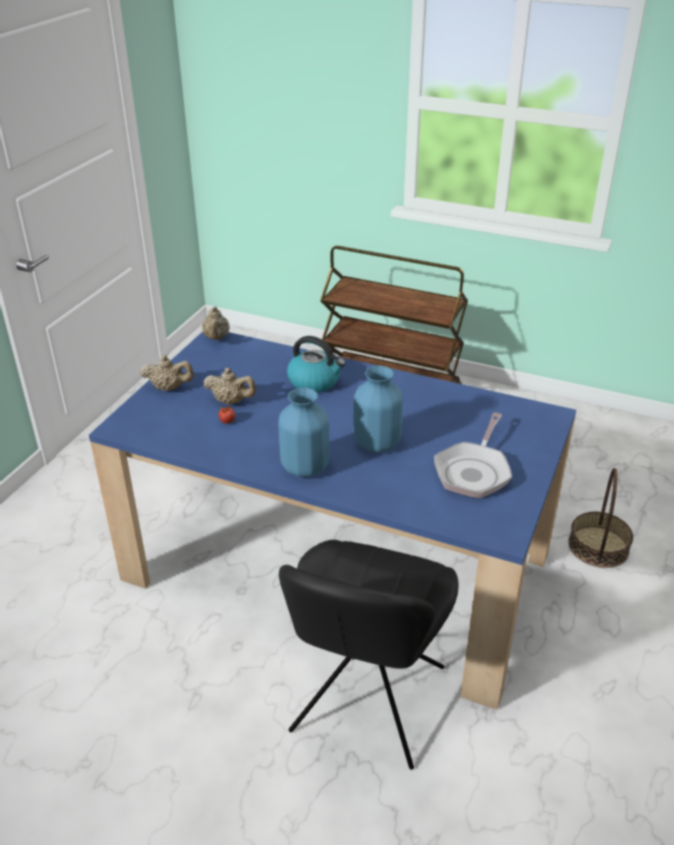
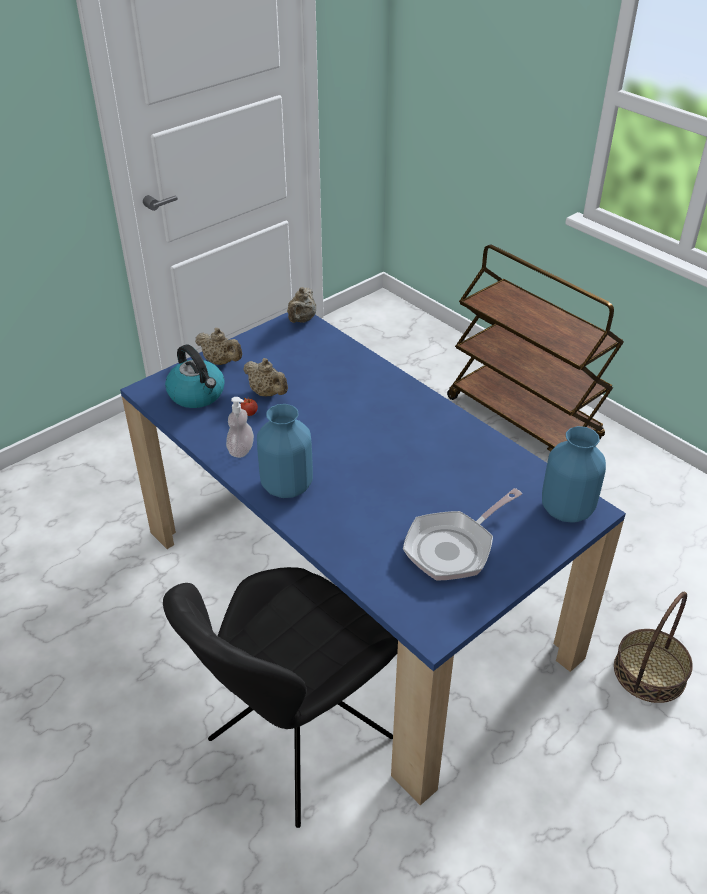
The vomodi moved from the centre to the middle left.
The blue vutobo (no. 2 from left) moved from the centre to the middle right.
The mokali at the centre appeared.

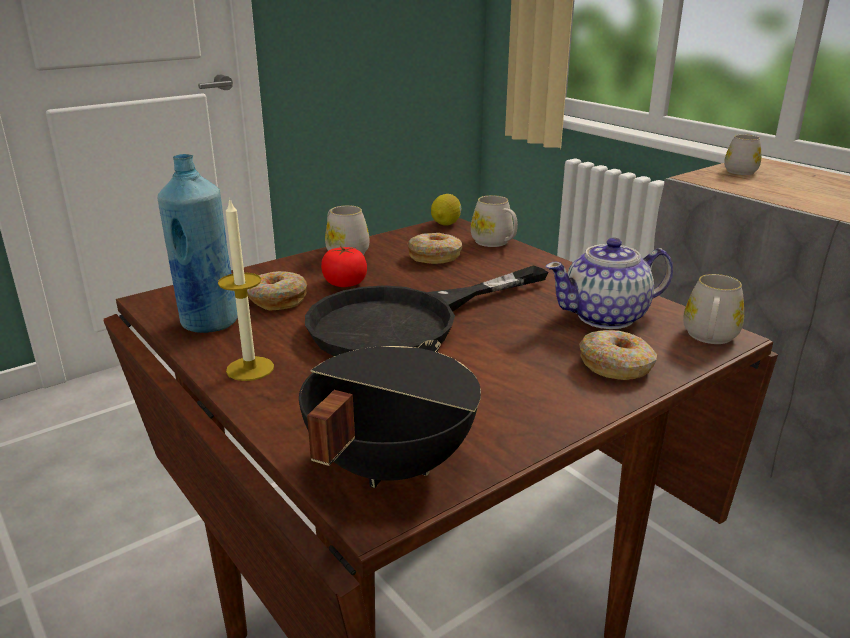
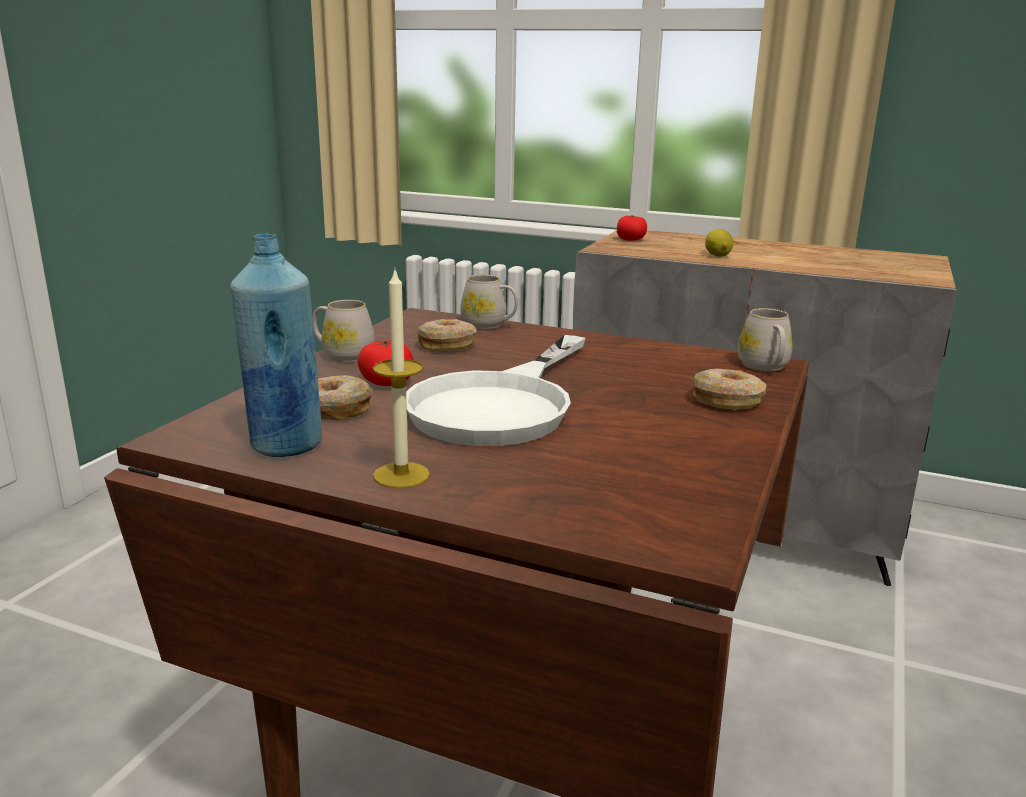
The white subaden (no. 4 from left) at the top right was replaced by the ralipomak (no. 2 from left) at the top centre.
The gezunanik moved from the top centre to the top right.
The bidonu at the middle right disappeared.
The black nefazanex at the centre became the white nefazanex at the centre.
The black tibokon at the centre disappeared.

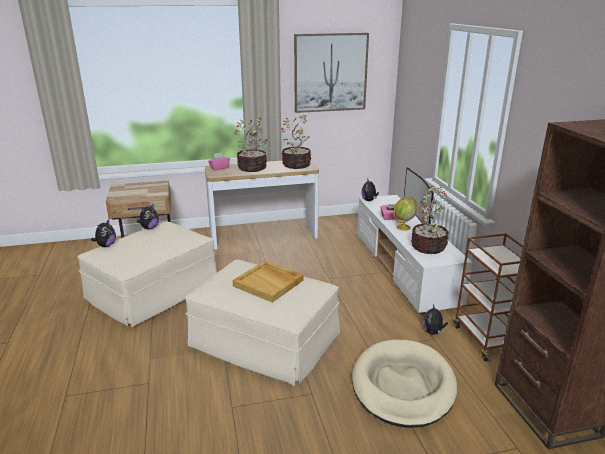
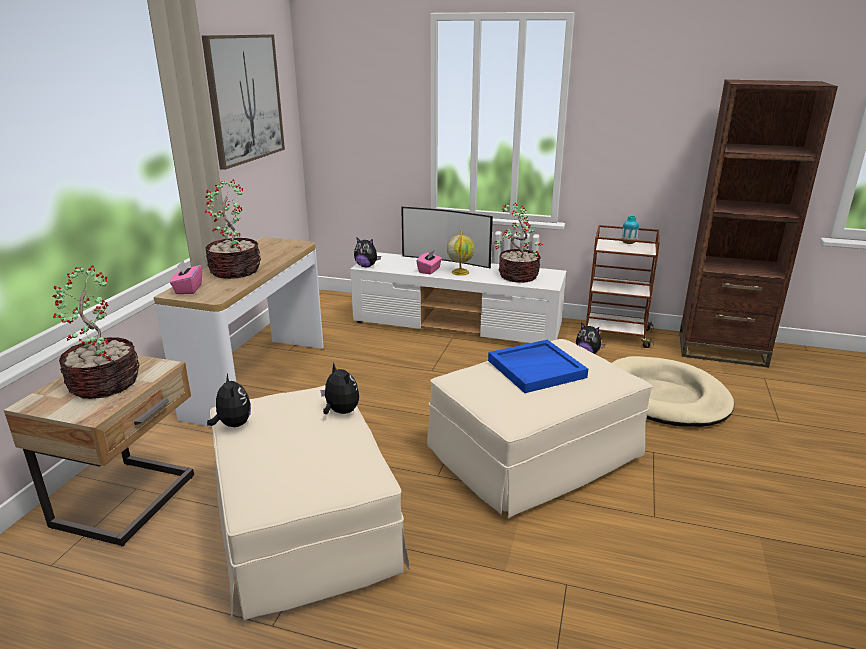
The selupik (no. 2 from left in the first image) moved from the top centre to the middle left.
The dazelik (no. 1 from left in the first image) moved from the middle left to the centre.
The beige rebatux at the centre became the blue rebatux at the centre.
The vutobo at the middle right appeared.

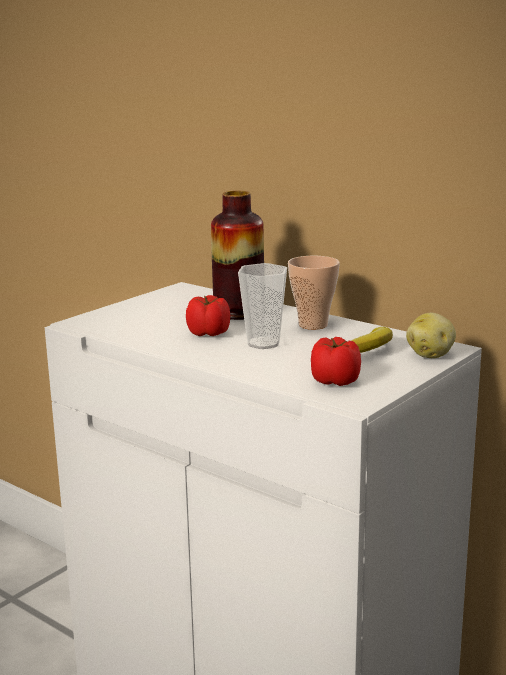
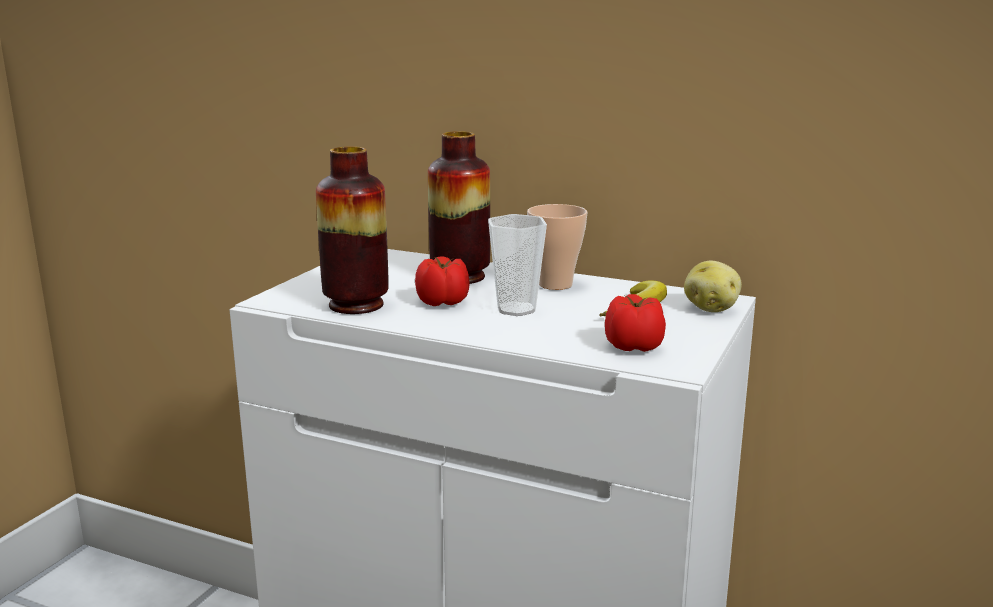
The vutobo (no. 1 from left) at the centre appeared.

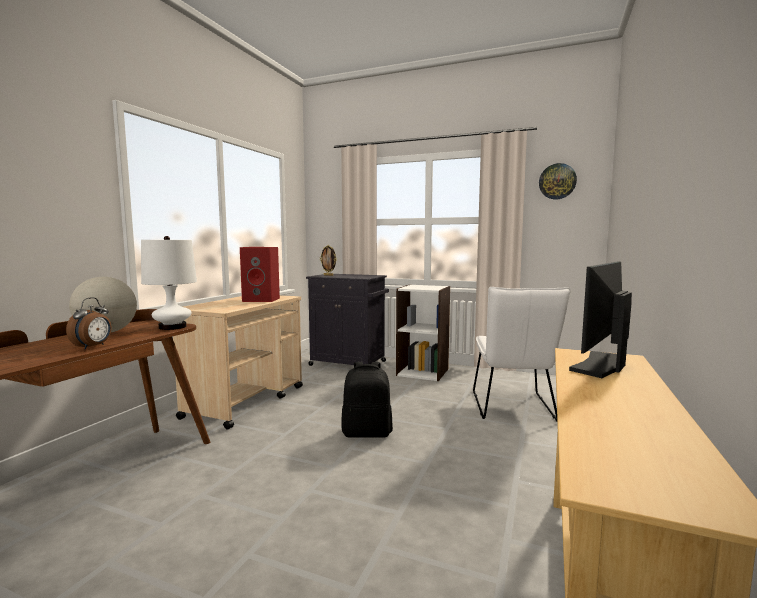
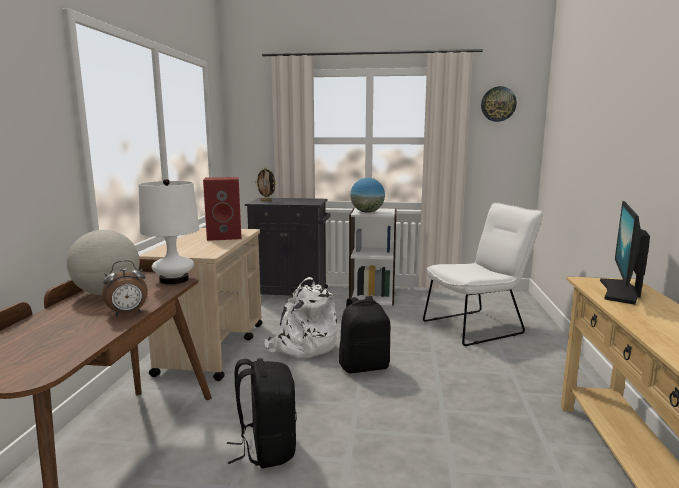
The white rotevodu at the middle right turned 105 degrees counterclockwise.
The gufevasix at the middle left turned 60 degrees clockwise.
The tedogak (no. 2 from left) at the centre appeared.
The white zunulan at the centre appeared.
The black zunulan (no. 1 from left) at the bottom centre appeared.

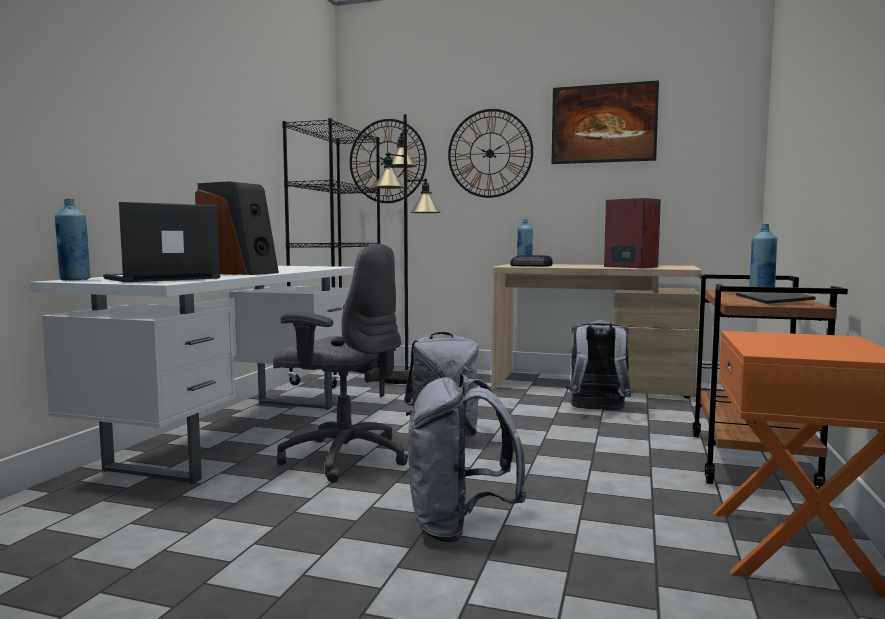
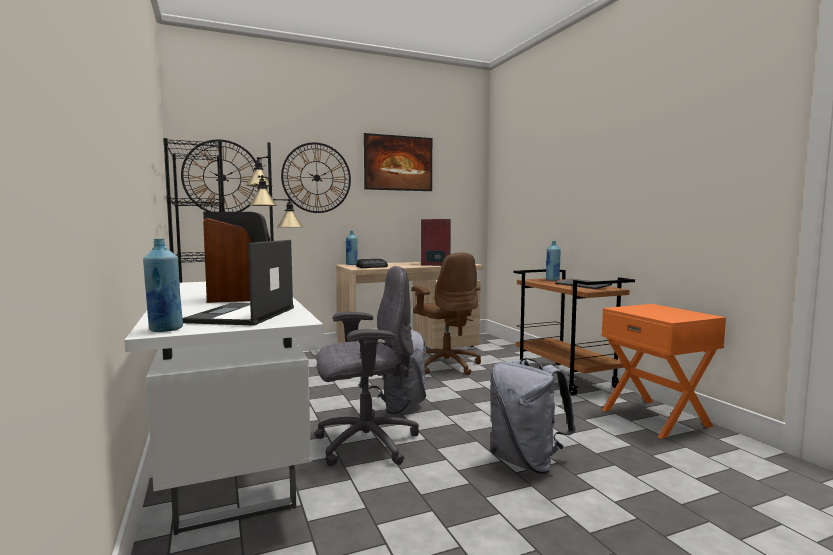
The grey zunulan (no. 3 from left) at the middle right was replaced by the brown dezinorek at the centre.

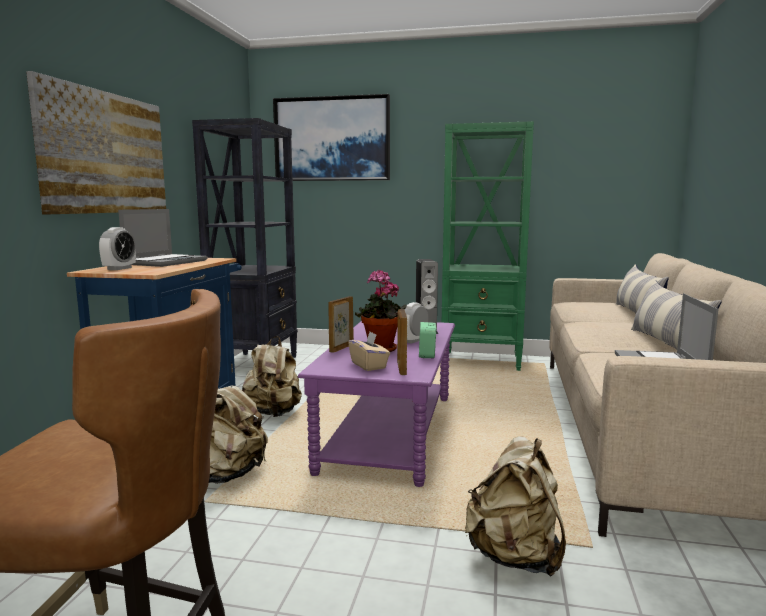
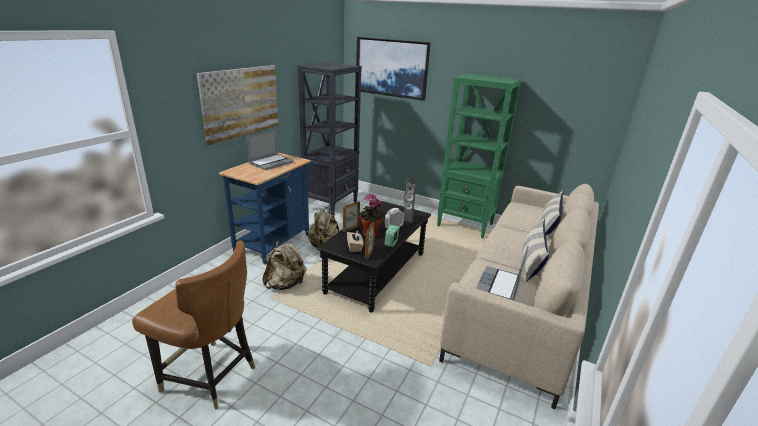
The gufevasix (no. 1 from left) at the middle left disappeared.
The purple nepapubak at the centre became the black nepapubak at the centre.
The beige zunulan (no. 3 from left) at the bottom right disappeared.

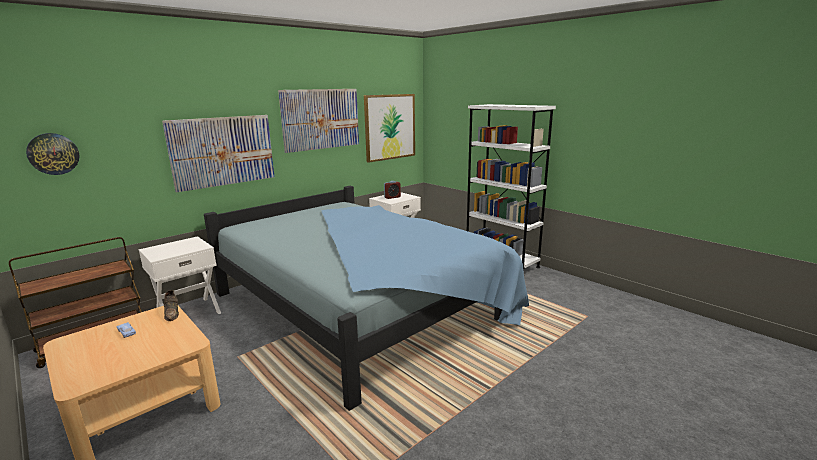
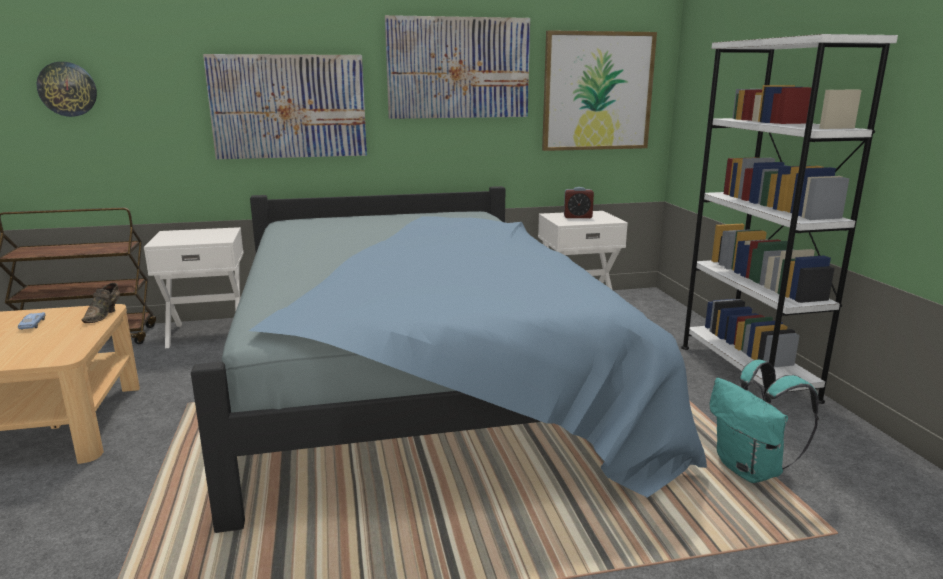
The turquoise zunulan at the bottom right appeared.

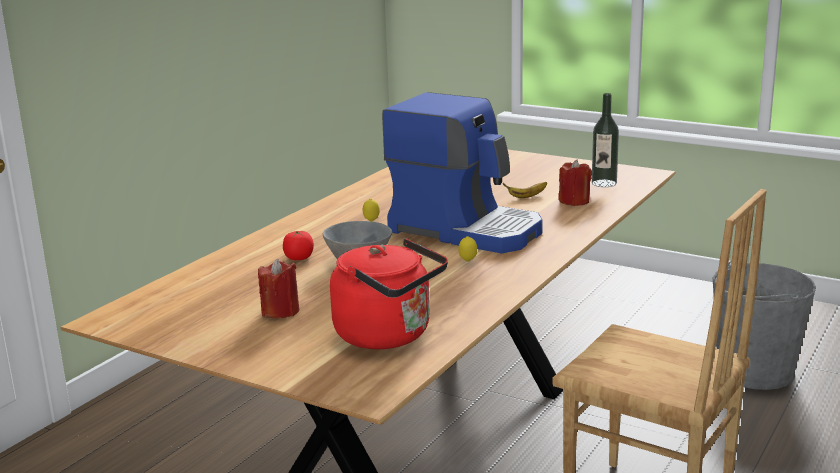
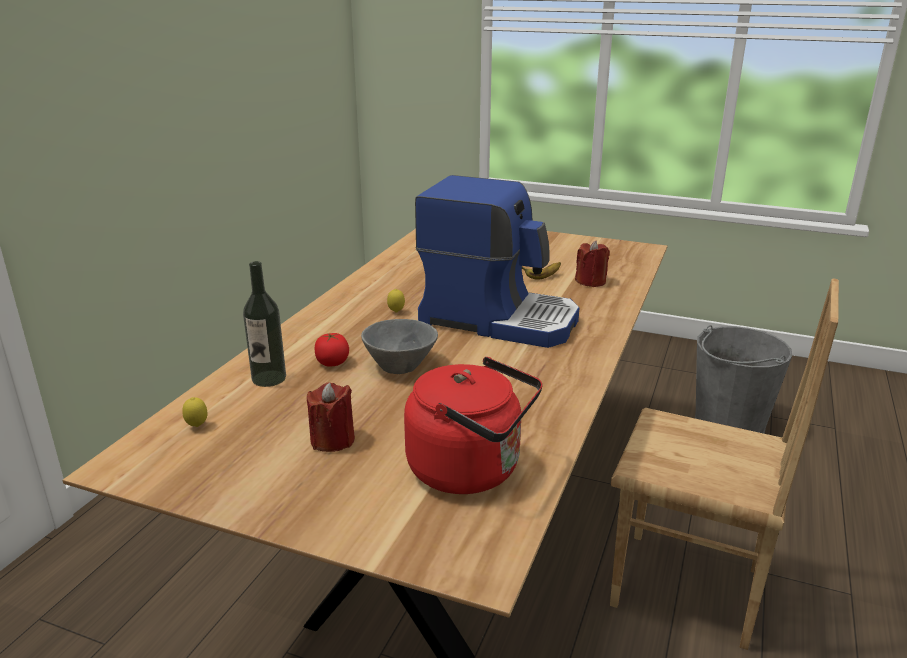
The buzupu moved from the top right to the middle left.
The gezunanik (no. 2 from left in the first image) moved from the centre to the middle left.

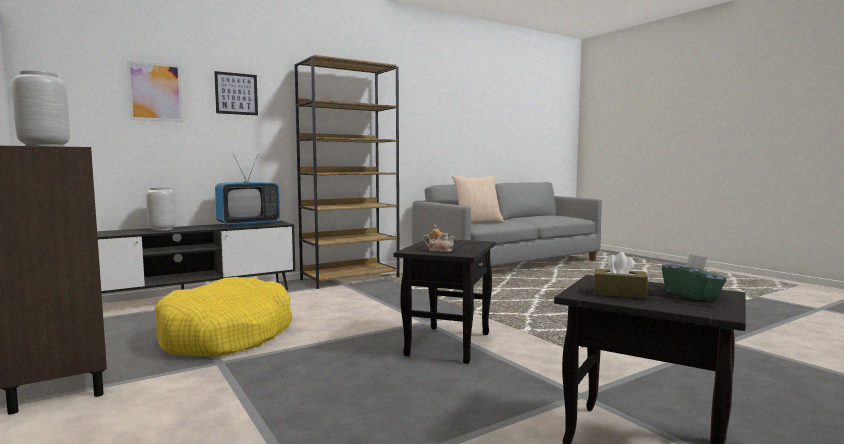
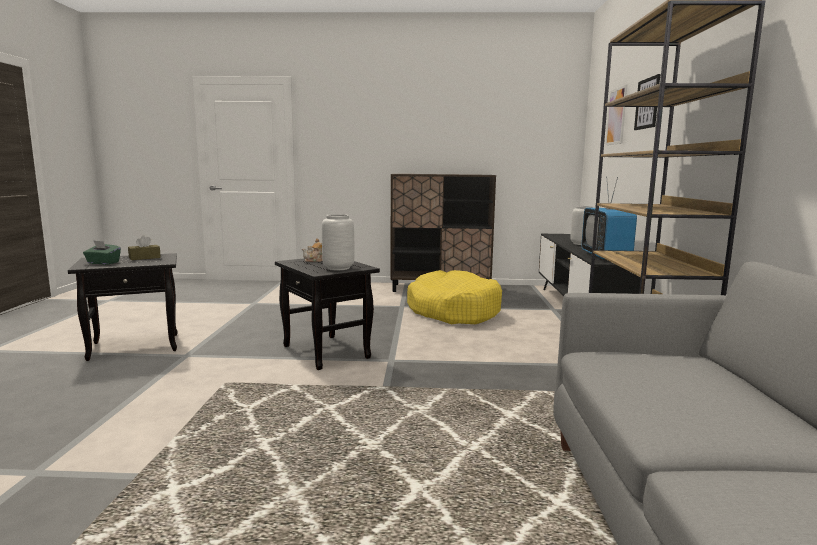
The grey vutobo (no. 1 from left) moved from the top left to the centre.
The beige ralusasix at the centre disappeared.

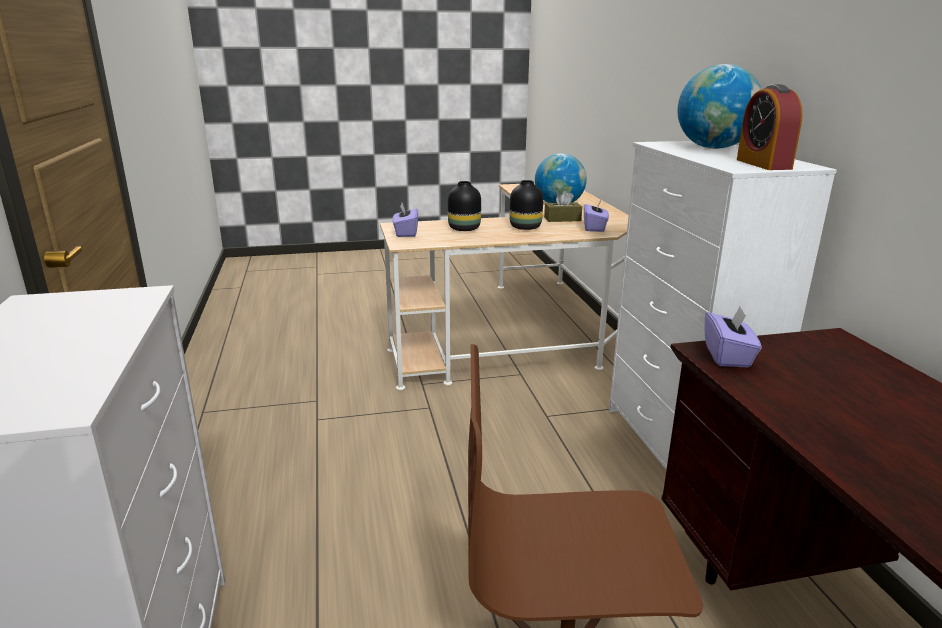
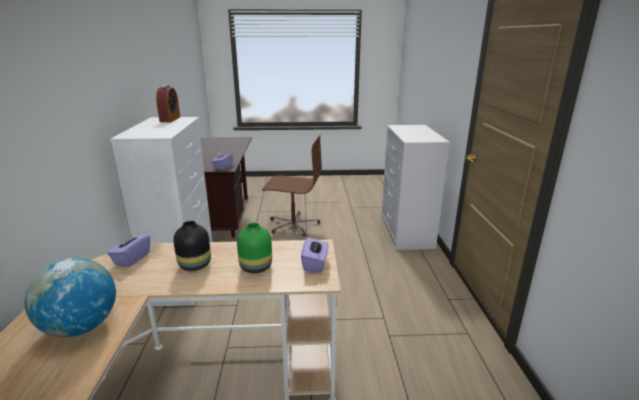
The tedogak (no. 2 from left) at the top right disappeared.
The black vutobo (no. 1 from left) at the top centre became the green vutobo at the centre.
The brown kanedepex at the top centre disappeared.

